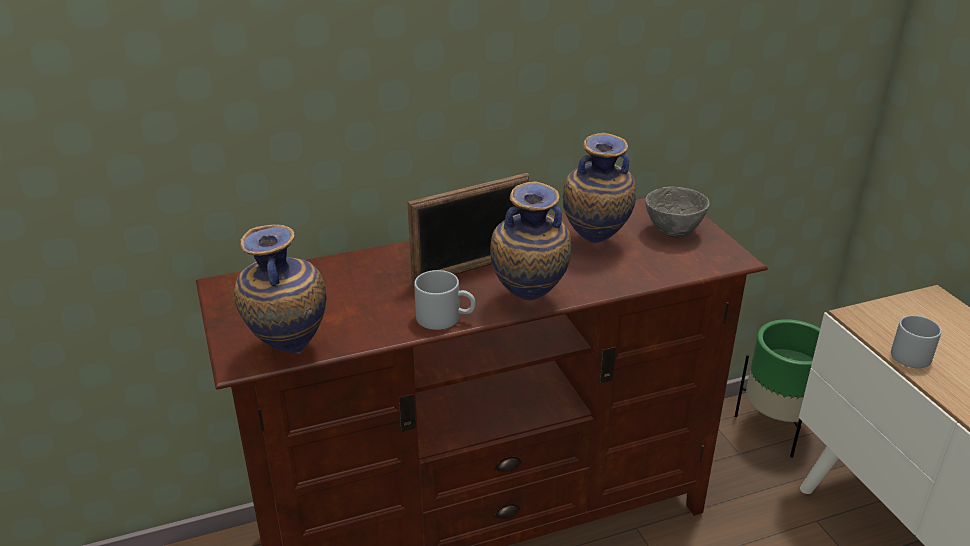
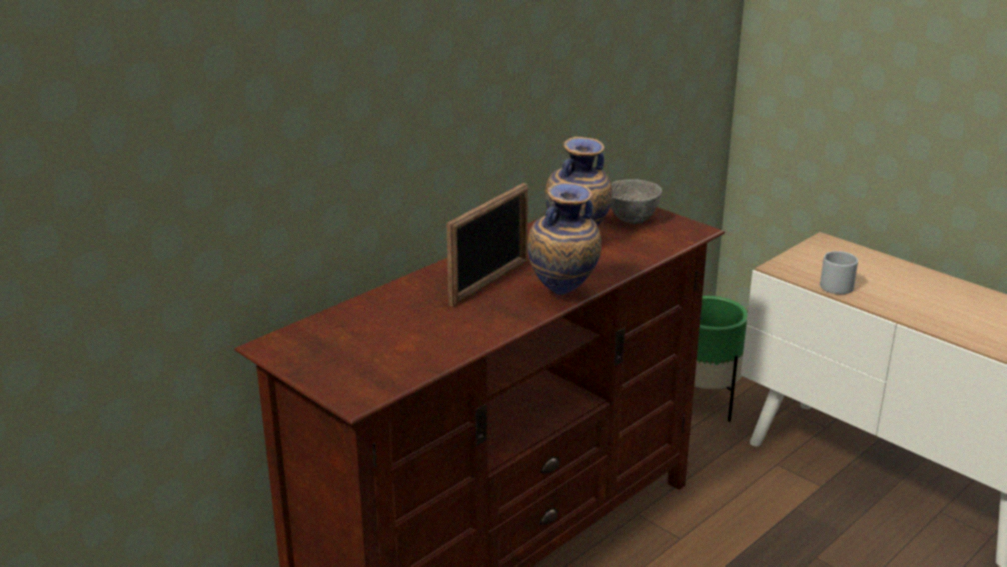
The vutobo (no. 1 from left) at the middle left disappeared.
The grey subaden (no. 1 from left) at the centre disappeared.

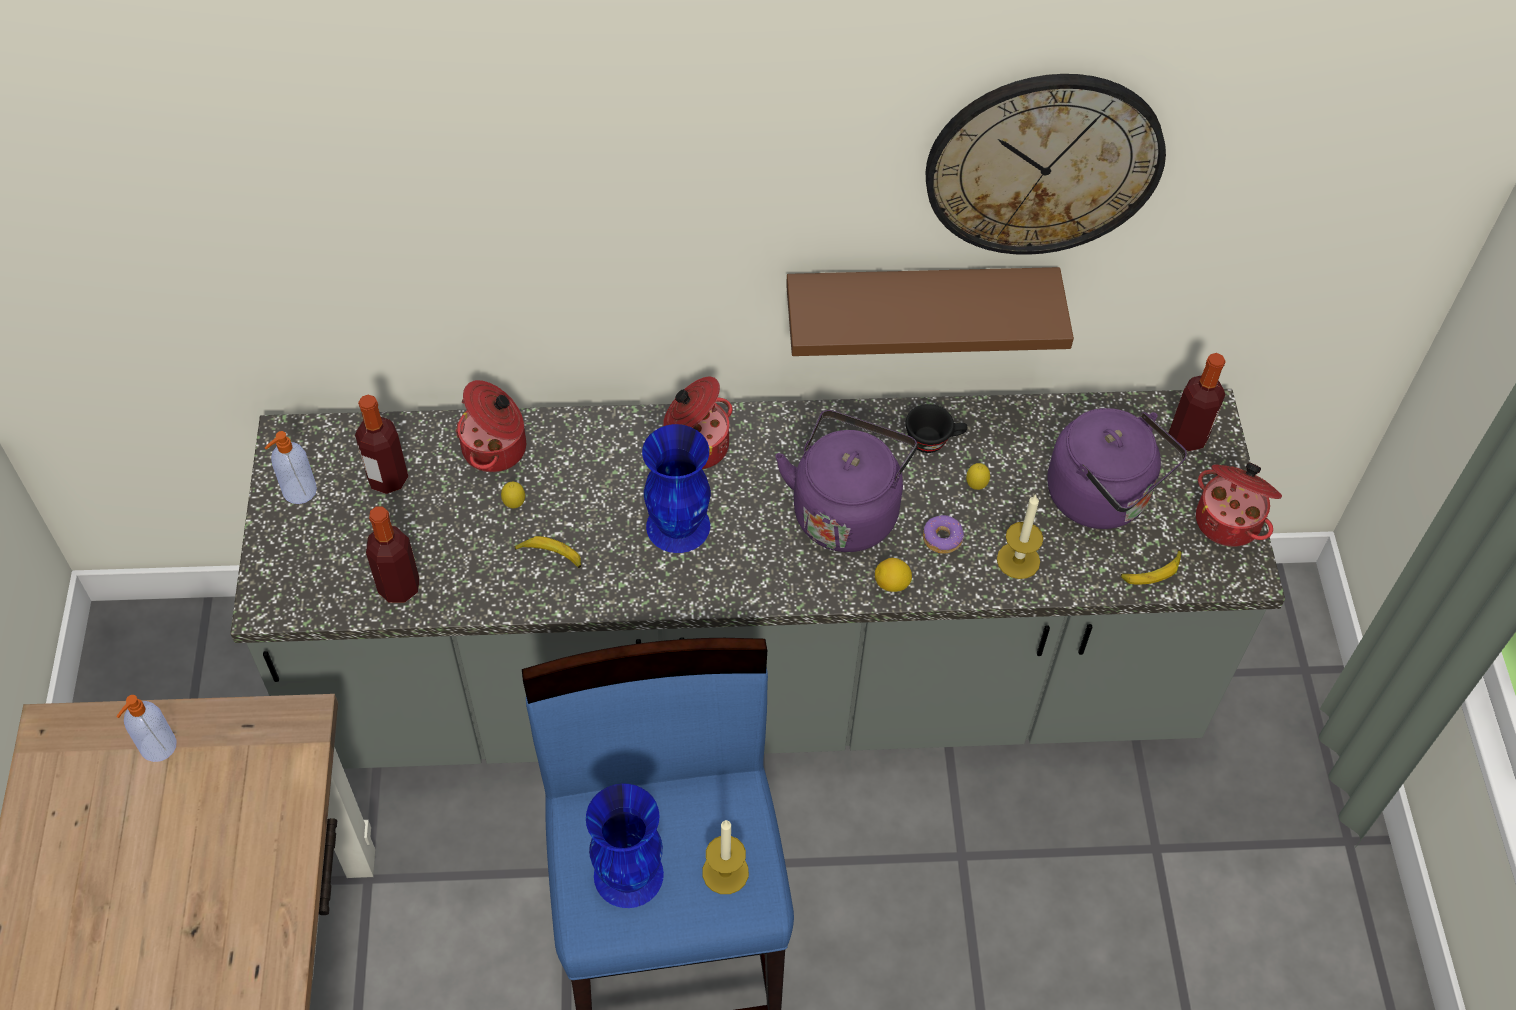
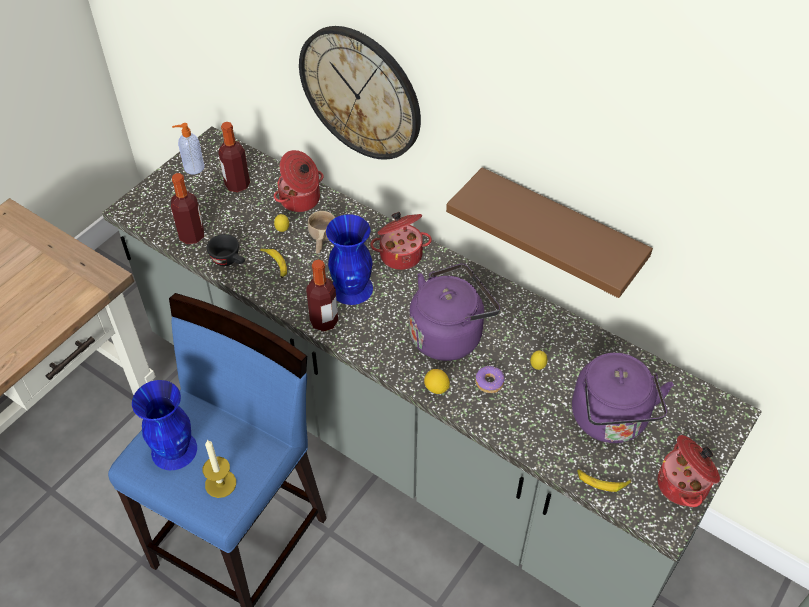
The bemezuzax moved from the top right to the top centre.
The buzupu (no. 3 from left) moved from the middle right to the centre.
The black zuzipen moved from the centre to the middle left.
The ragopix (no. 2 from left) at the middle right disappeared.
The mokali (no. 1 from left) at the bottom left disappeared.
The beige zuzipen at the centre appeared.

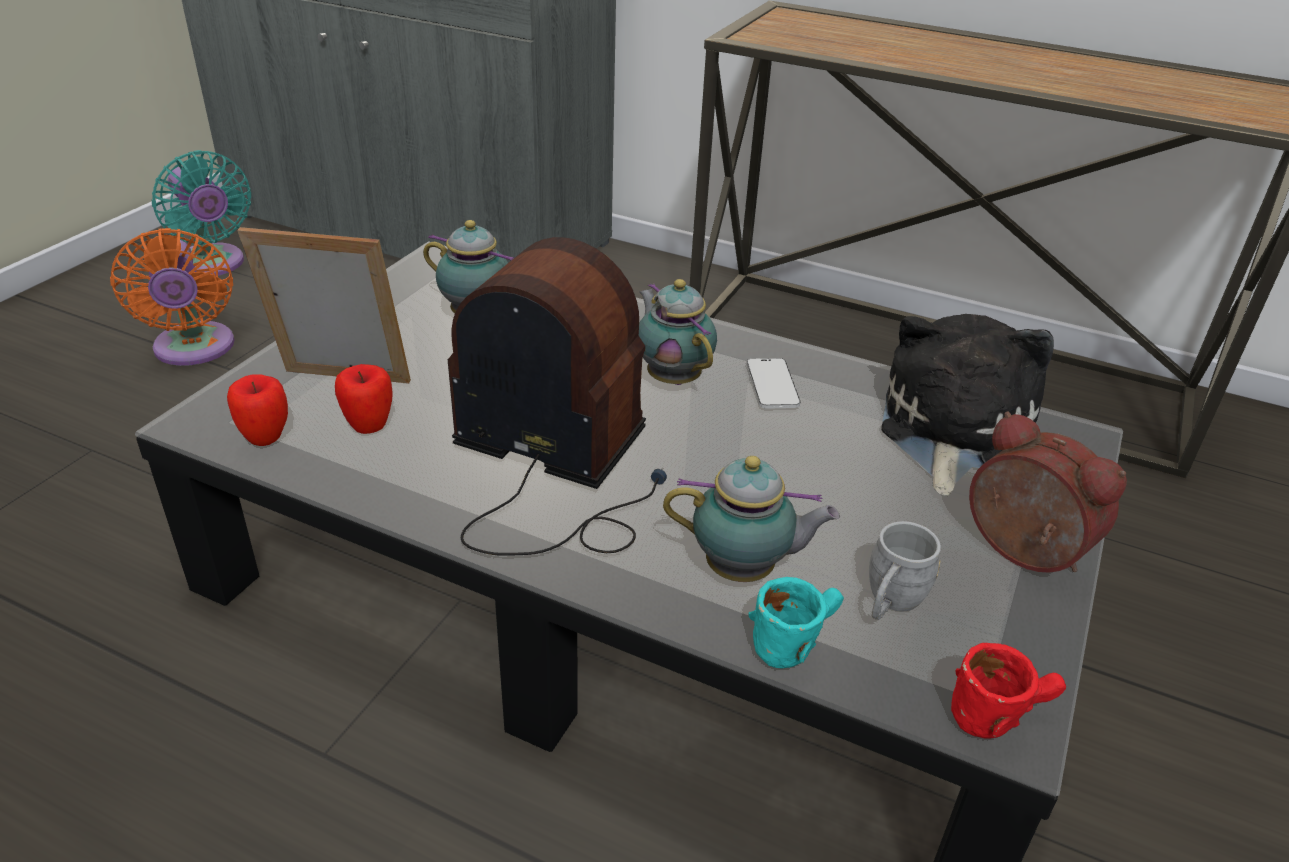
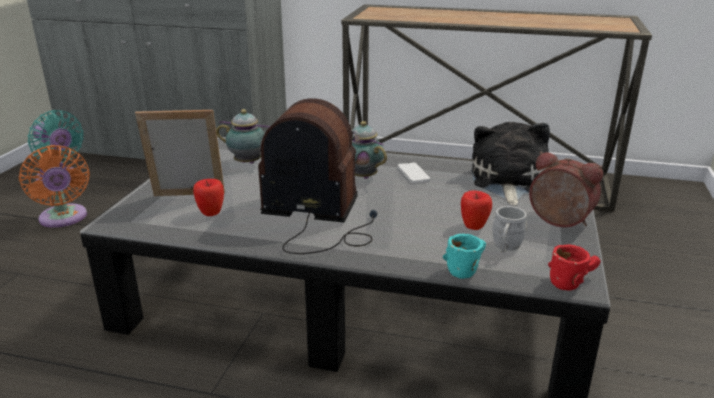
The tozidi (no. 1 from left in the first image) moved from the middle left to the middle right.
The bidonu (no. 3 from left) at the centre disappeared.

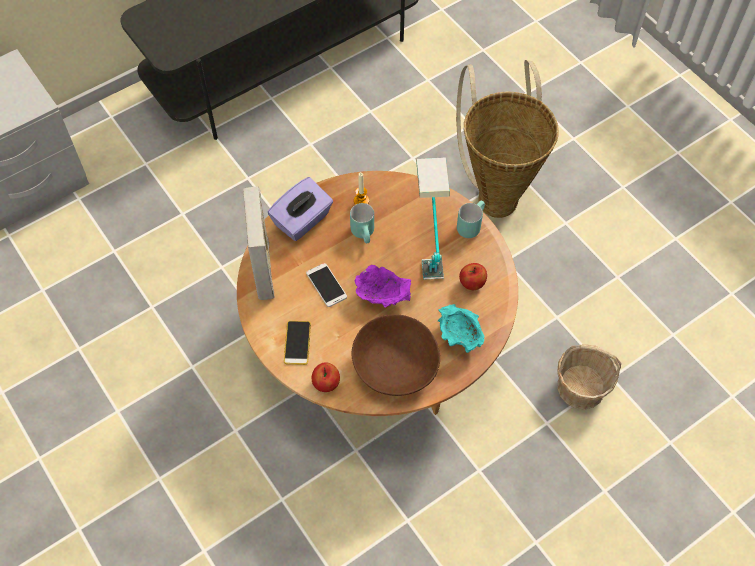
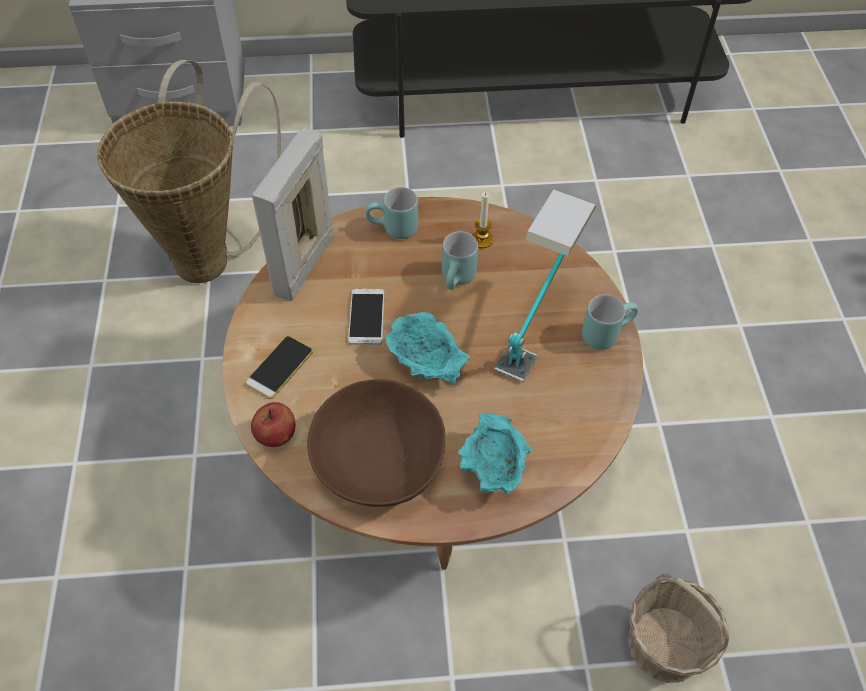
The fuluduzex (no. 1 from left) moved from the top right to the top left.
The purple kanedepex at the centre was replaced by the turquoise subaden (no. 1 from left) at the top centre.
The tozidi (no. 2 from left) at the centre disappeared.
The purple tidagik at the centre became the turquoise tidagik (no. 1 from left) at the centre.

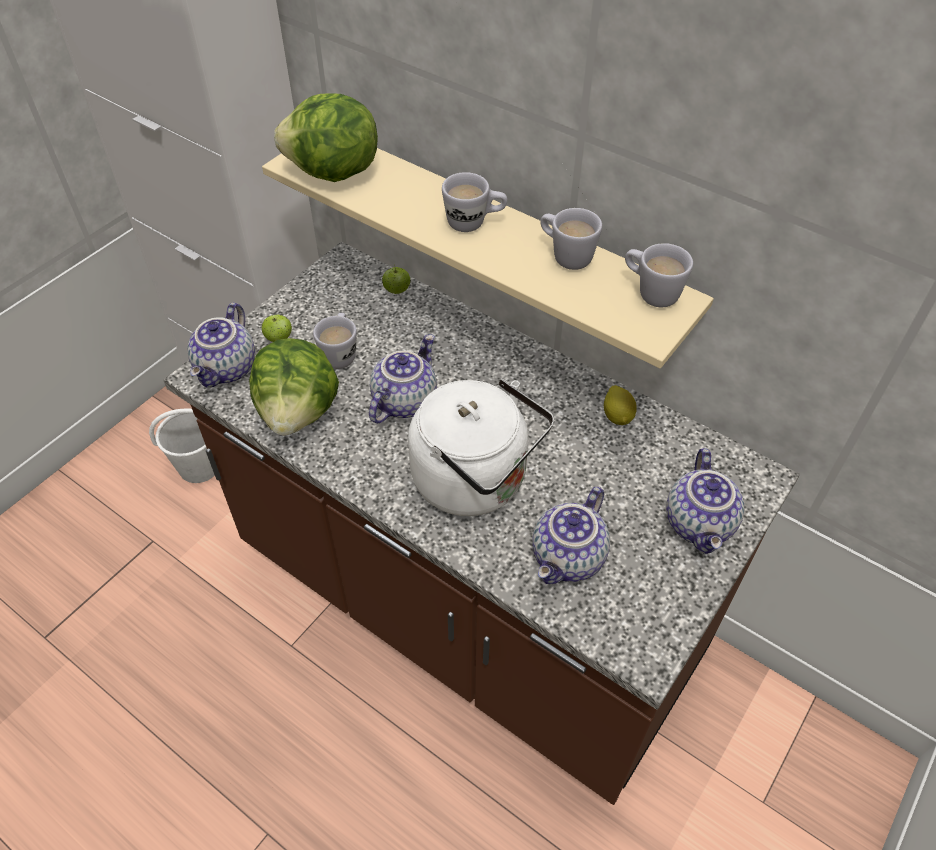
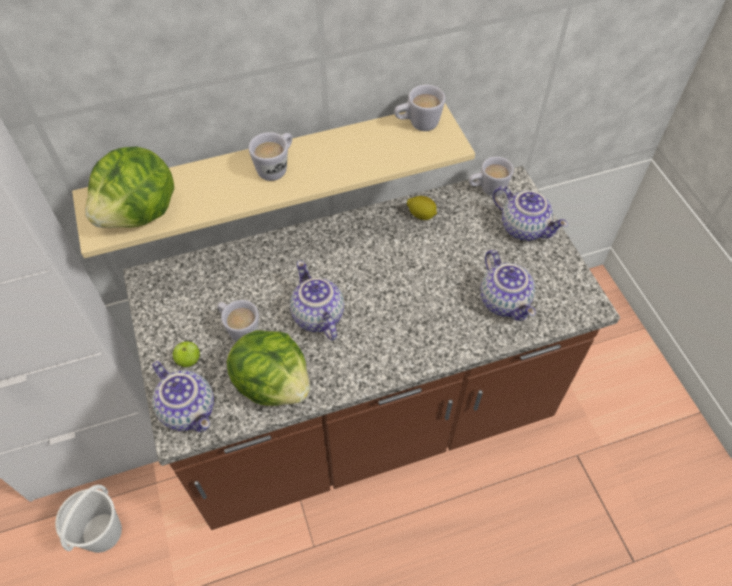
The white subaden (no. 3 from left in the first image) moved from the top centre to the top right.
The tozidi (no. 2 from left) at the top centre disappeared.
The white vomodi at the centre disappeared.

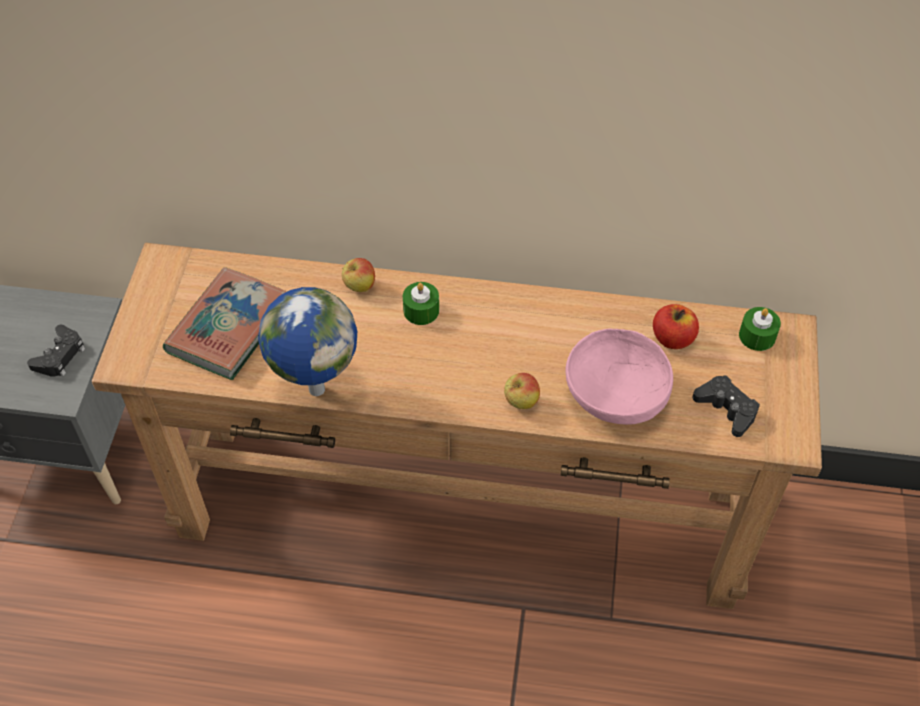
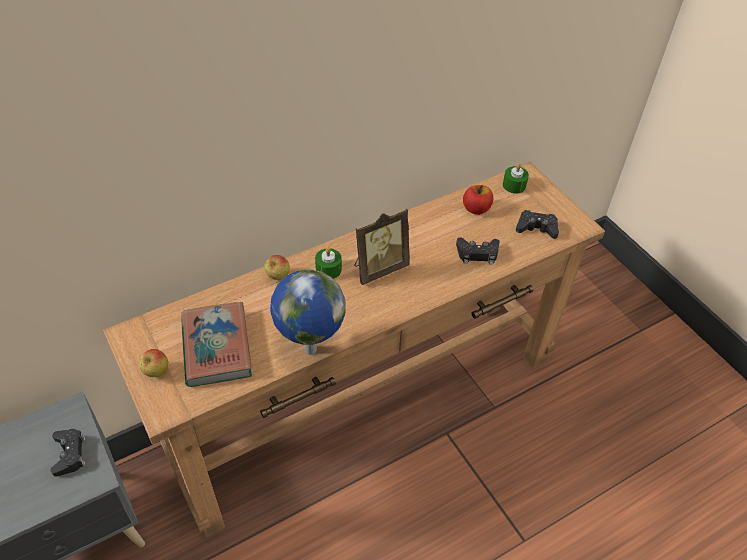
The pink tidagik at the middle right was replaced by the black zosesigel (no. 2 from left) at the centre.
The tozidi (no. 2 from left in the first image) moved from the centre to the middle left.
The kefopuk at the centre appeared.

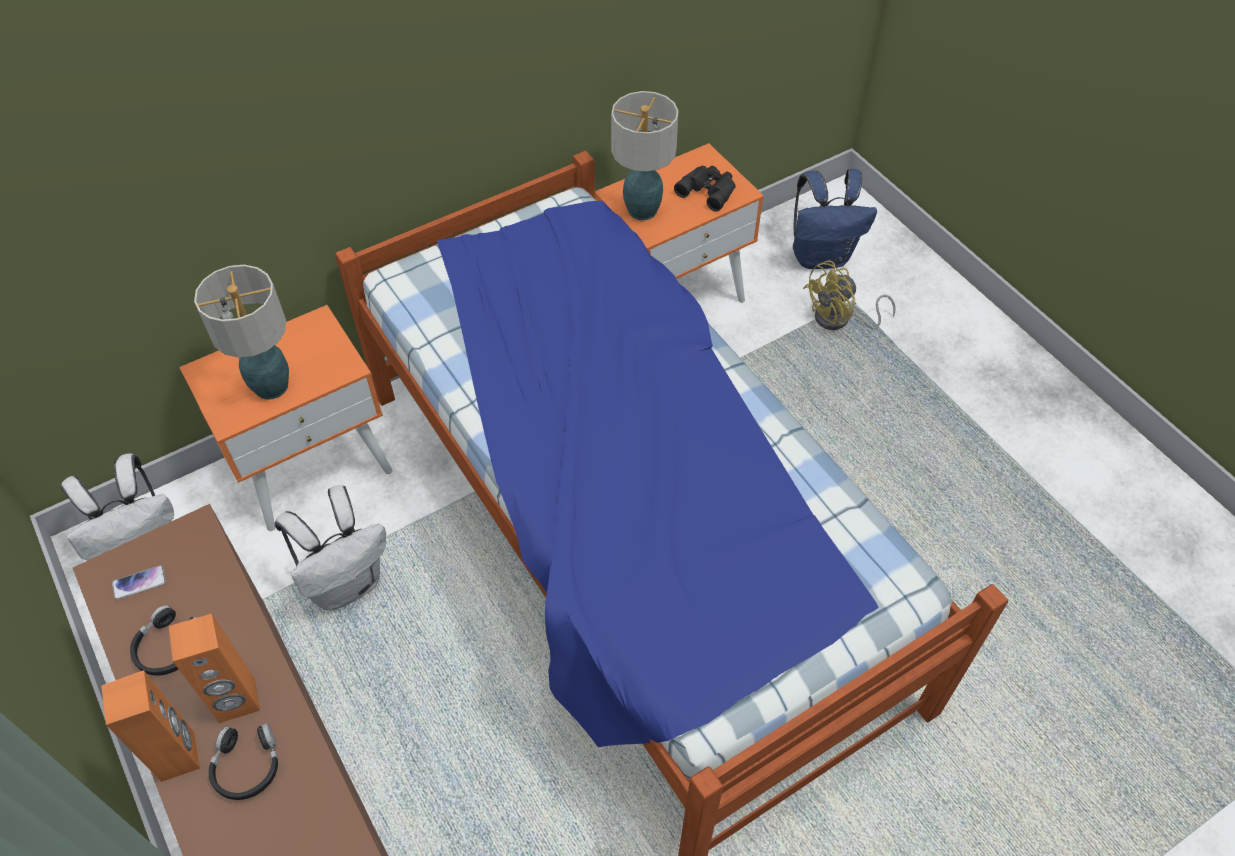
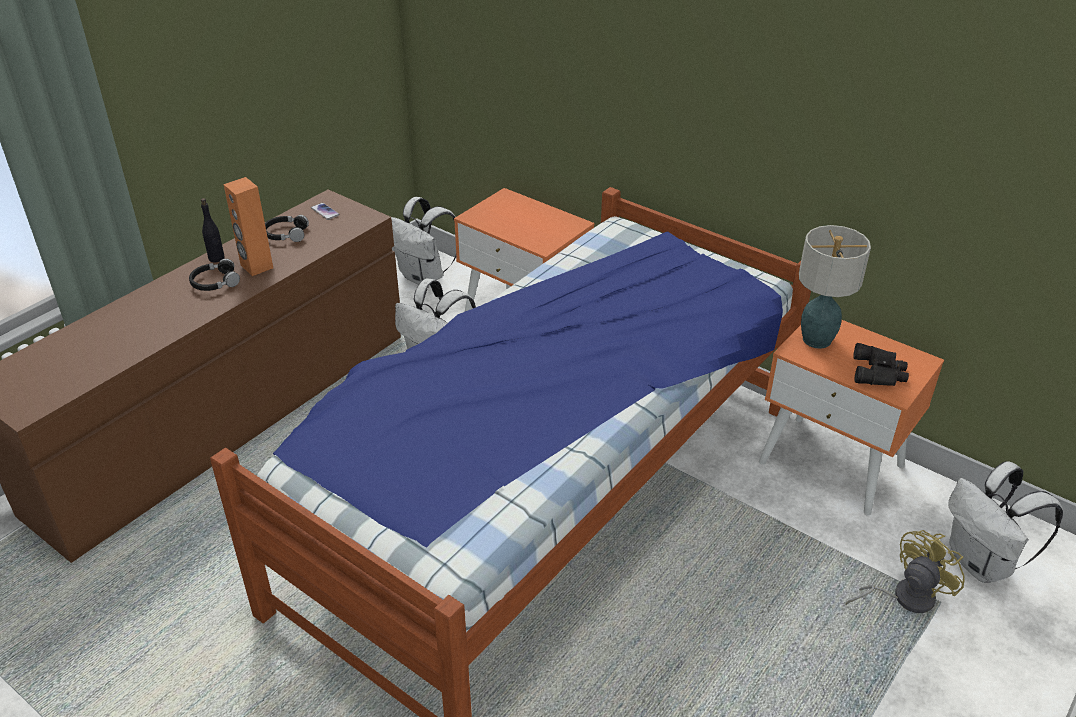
The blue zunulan at the top right became the white zunulan (no. 3 from left) at the bottom right.
The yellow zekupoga at the middle right turned 105 degrees clockwise.
The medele (no. 1 from left) at the middle left disappeared.
The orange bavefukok (no. 1 from left) at the bottom left was replaced by the black buzupu at the top left.

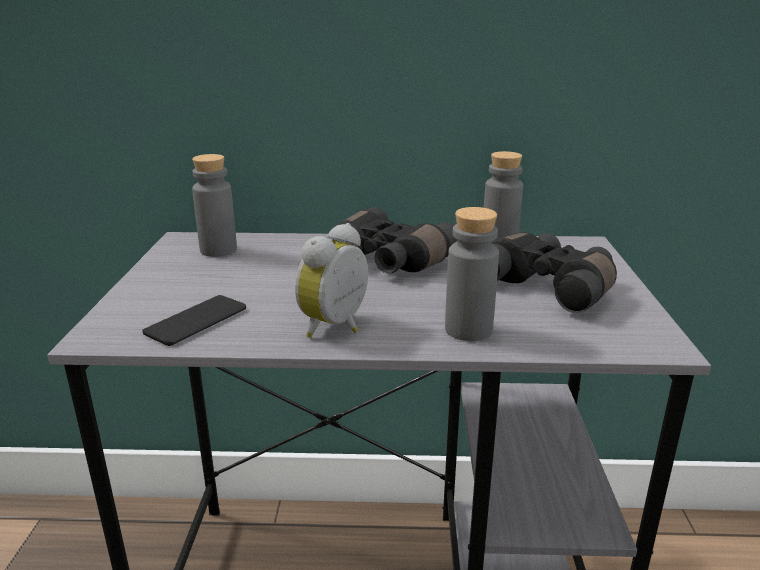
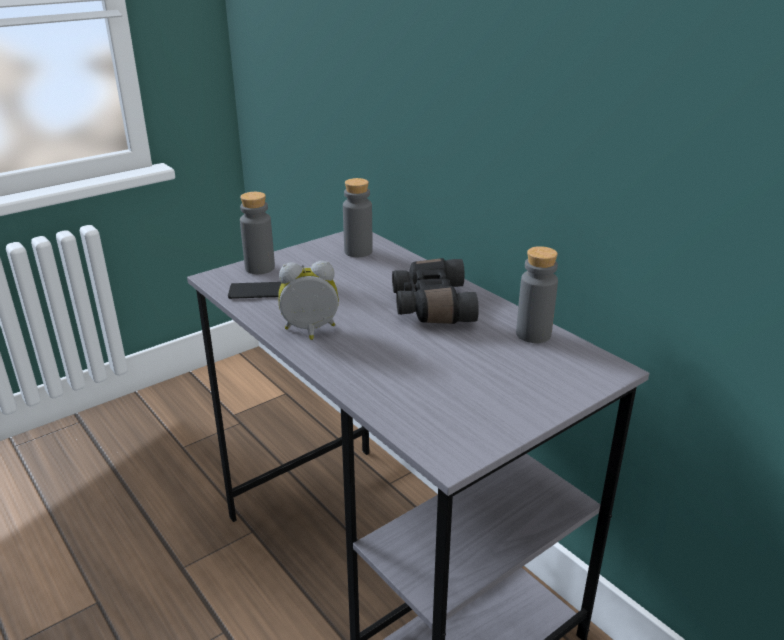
The grey buzupu (no. 2 from left in the first image) moved from the centre to the middle left.
The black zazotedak (no. 2 from left) at the middle right disappeared.

